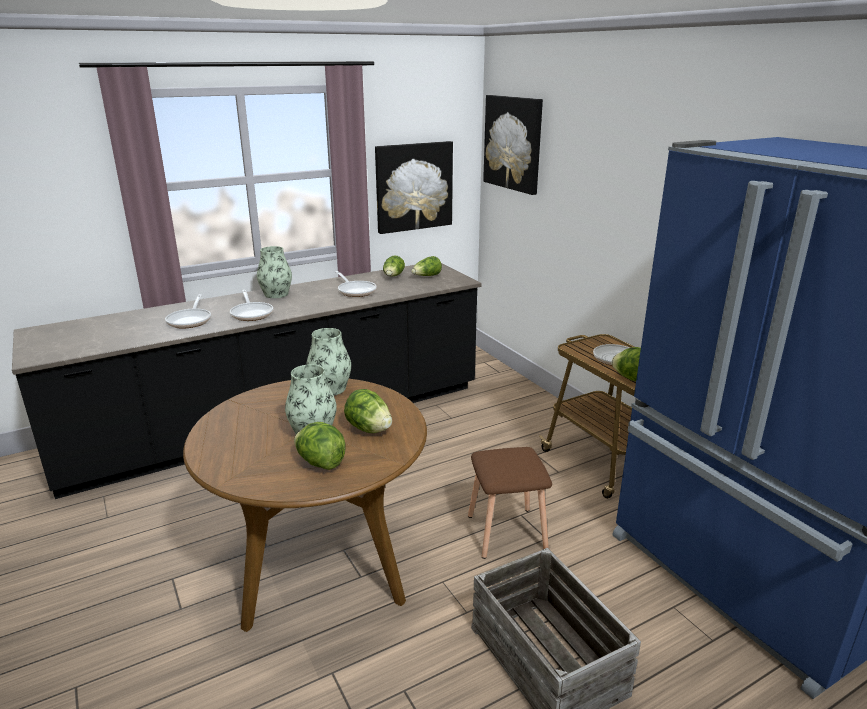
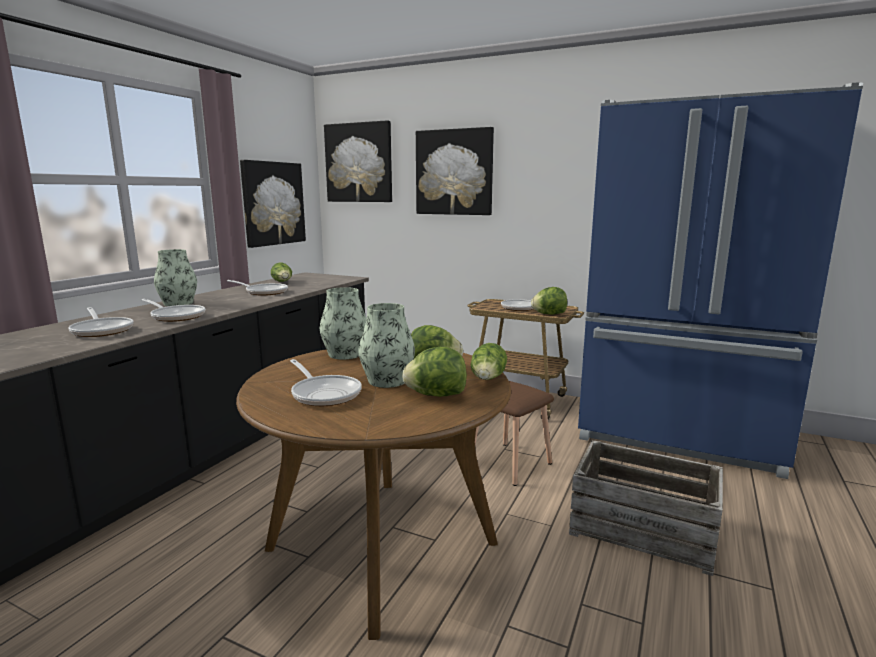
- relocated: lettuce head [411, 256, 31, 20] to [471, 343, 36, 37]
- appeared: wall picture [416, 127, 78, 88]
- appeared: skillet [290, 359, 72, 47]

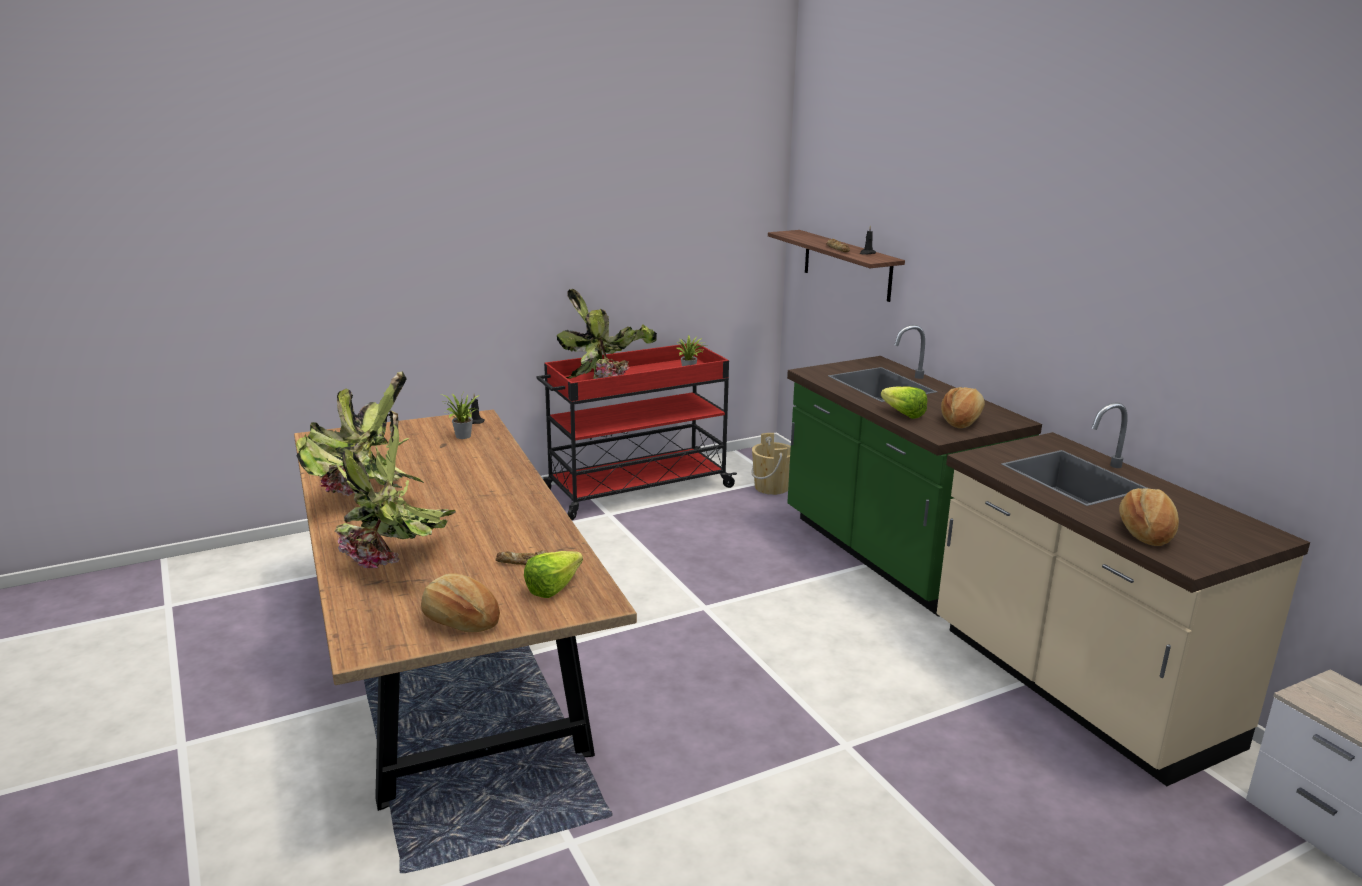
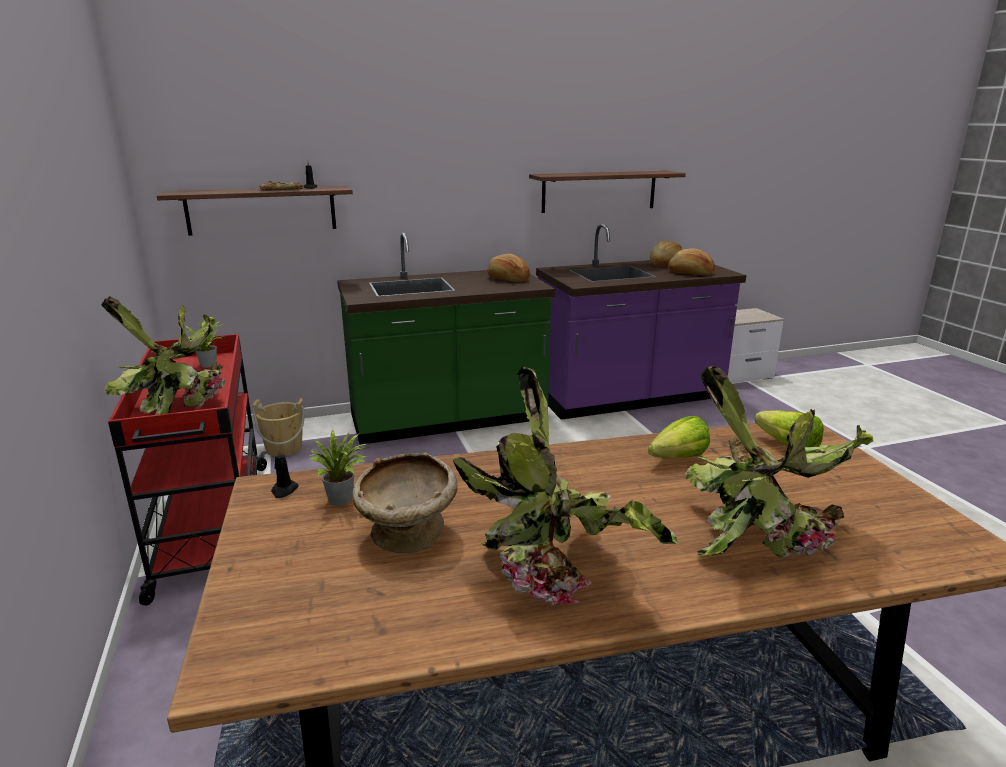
- relocated: lettuce head [881, 387, 46, 32] to [648, 416, 62, 42]
- colour: beige kitchen base unit [937, 402, 373, 384] to purplish kitchen base unit [536, 224, 210, 196]
- relocated: baked bread [421, 573, 79, 59] to [650, 241, 32, 25]
- appeared: bracket shelf [529, 171, 157, 42]
- appeared: beige serving bowl [352, 452, 106, 102]

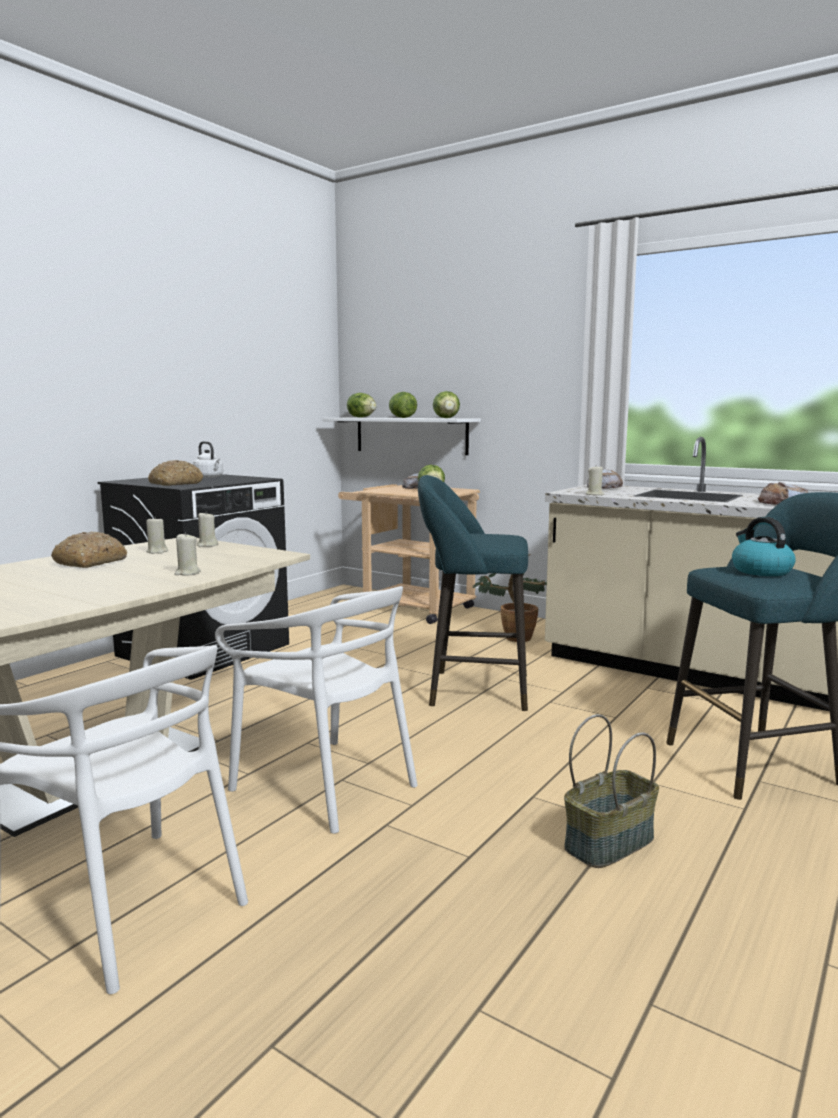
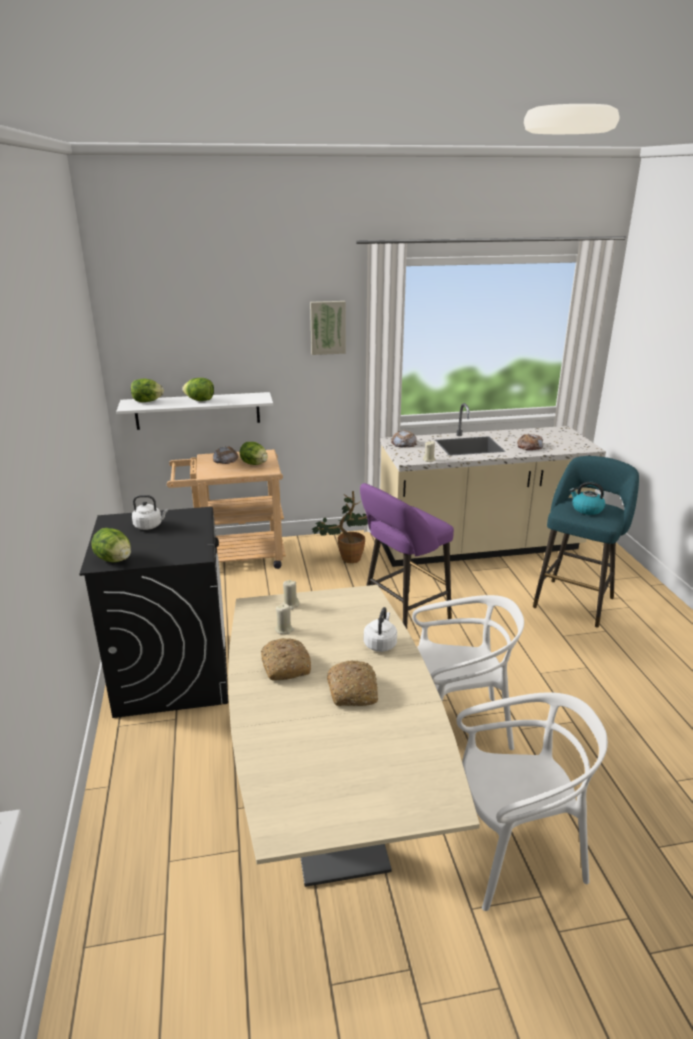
- relocated: lettuce head [433, 391, 27, 27] to [91, 528, 40, 34]
- relocated: baked bread [148, 460, 55, 26] to [327, 660, 51, 46]
- colour: turquoise-coloured stool [418, 475, 110, 236] to purplish stool [360, 483, 94, 146]
- exchanged: beige wax light [174, 532, 27, 44] to white water kettle [364, 607, 33, 45]
- missing: basket [564, 714, 95, 154]
- appeared: wall picture [310, 301, 36, 54]

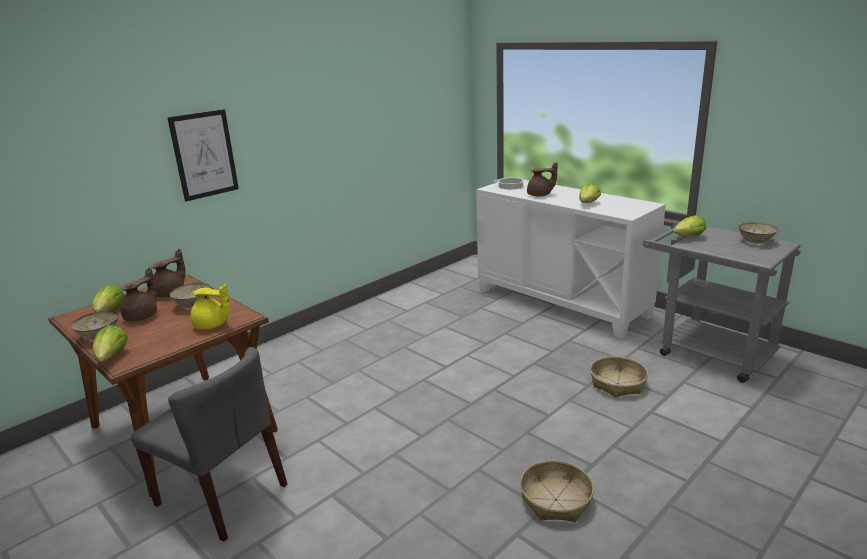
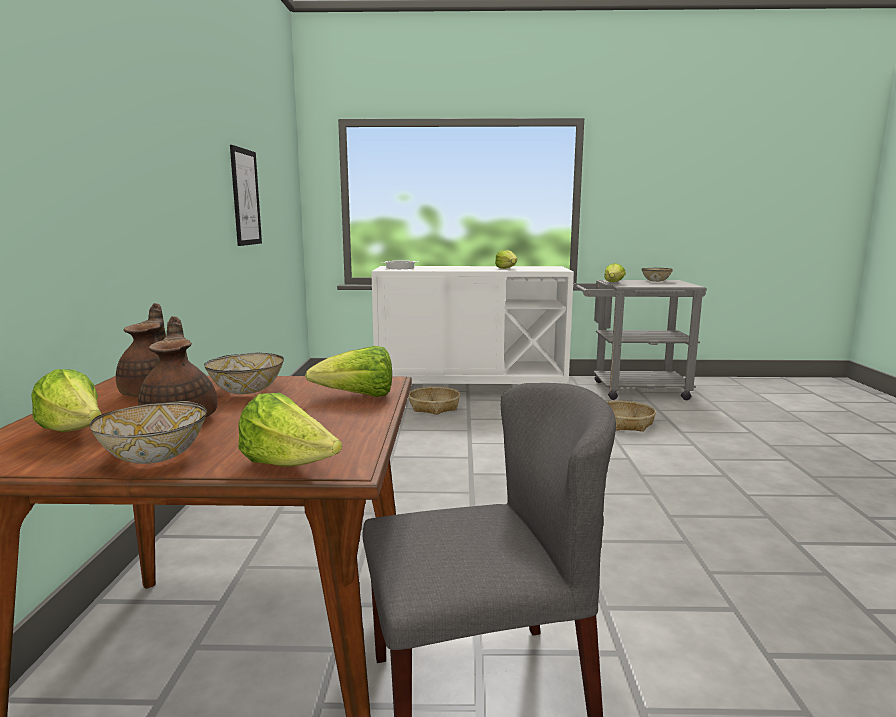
- relocated: wall picture [167, 109, 72, 93] to [230, 145, 32, 101]
- missing: brownish tea pot [527, 162, 30, 34]
- exchanged: yellowish tea pot [190, 284, 40, 45] to lettuce head [305, 346, 87, 51]
- relocated: basket [520, 461, 74, 61] to [408, 387, 52, 28]

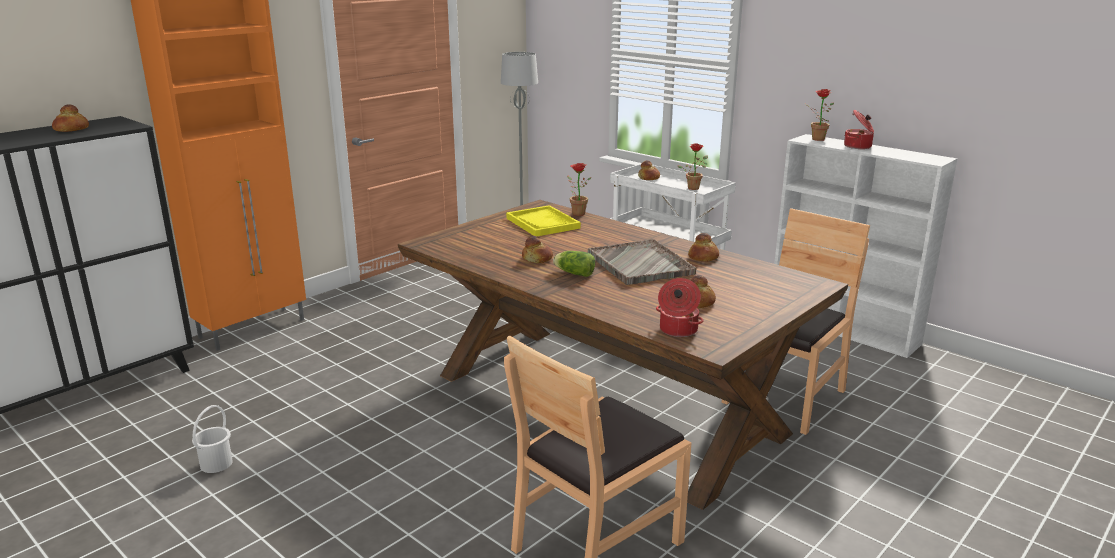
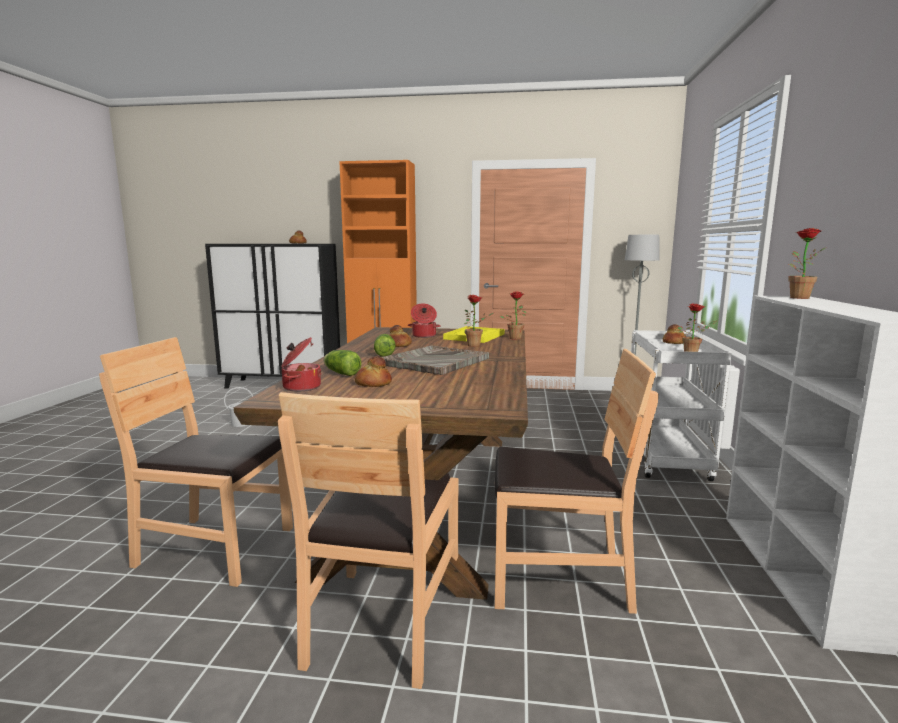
- relocated: saucepot [844, 110, 30, 39] to [408, 303, 33, 35]
- missing: baked bread [688, 233, 31, 29]
- appeared: potted plant [464, 295, 30, 52]
- appeared: lettuce head [323, 350, 38, 26]
- appeared: brownish chair [278, 392, 181, 297]

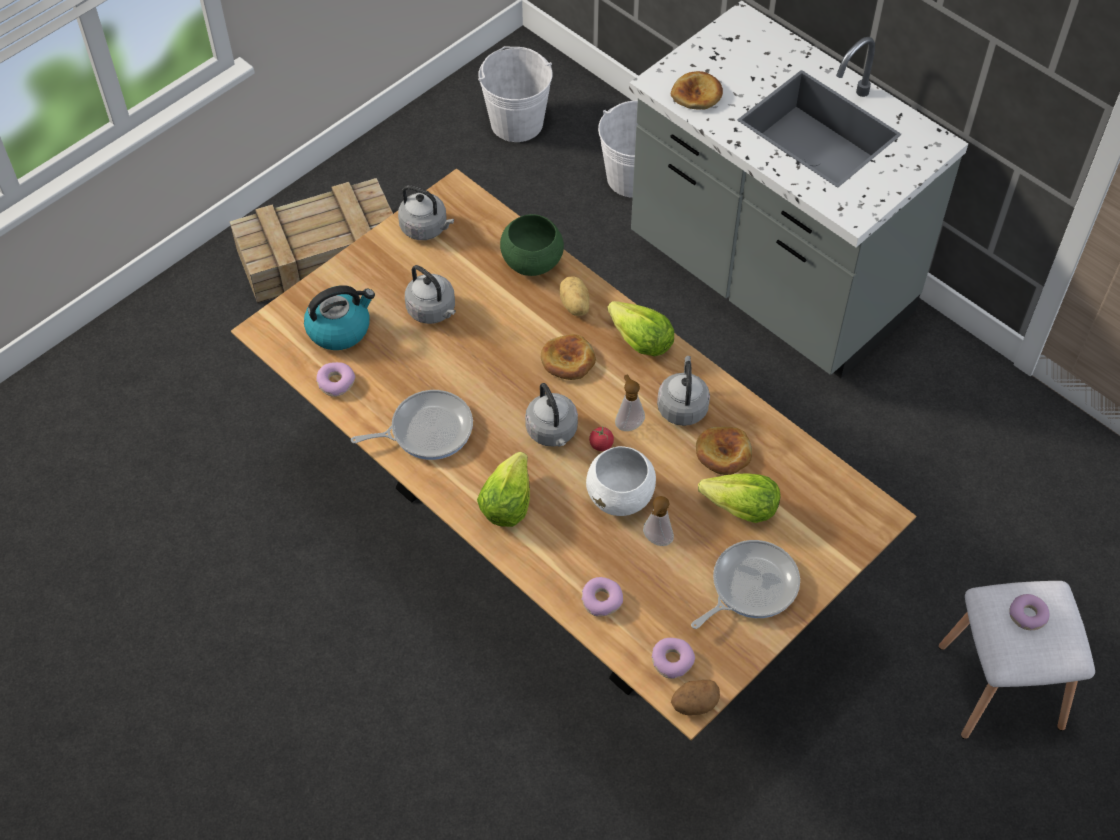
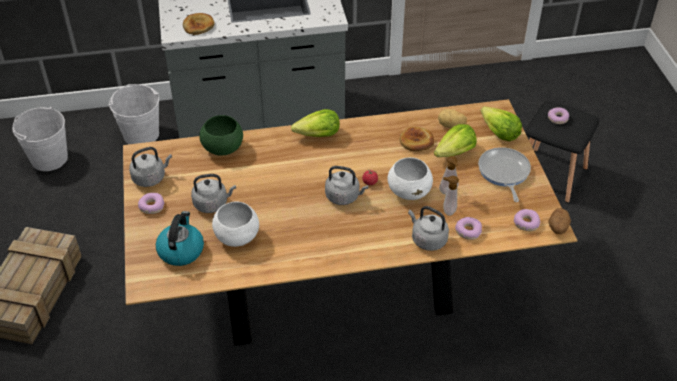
- relocated: whole potato [559, 276, 30, 40] to [438, 109, 29, 19]
- missing: baked bread [541, 334, 55, 46]
- relocated: greyish water kettle [657, 356, 53, 70] to [408, 206, 41, 45]
- relocated: ring doughnut [316, 362, 39, 35] to [138, 193, 26, 21]
- relocated: soap bottle [615, 375, 30, 56] to [443, 176, 16, 40]
- missing: skillet [351, 390, 122, 70]
- relocated: lettuce head [477, 452, 53, 75] to [481, 106, 41, 35]
- colour: white stool [939, 581, 156, 158] to blackish stool [526, 101, 73, 102]
- appeared: white serving bowl [212, 201, 47, 46]

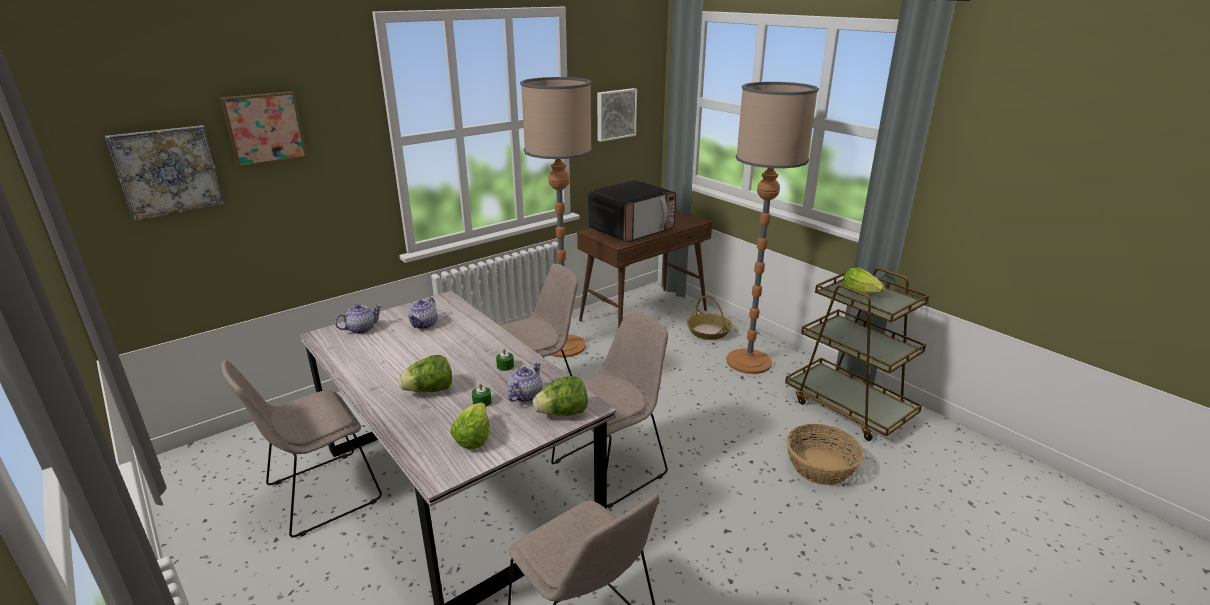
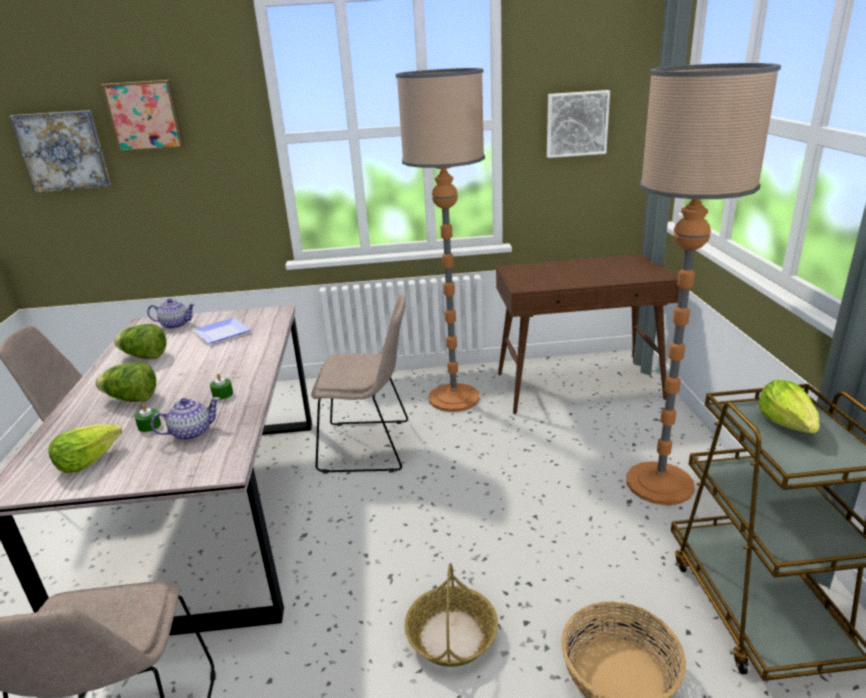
- missing: kitchen microwave [588, 180, 88, 62]
- relocated: basket [687, 295, 45, 45] to [405, 563, 93, 104]
- exchanged: tea pot [408, 297, 29, 32] to flat dish [193, 317, 58, 27]
- missing: beige chair [551, 311, 117, 198]
- relocated: lettuce head [533, 376, 55, 40] to [114, 324, 53, 35]

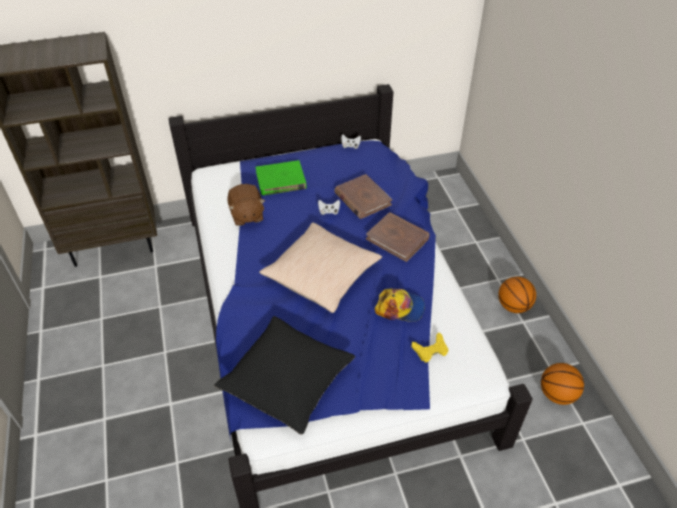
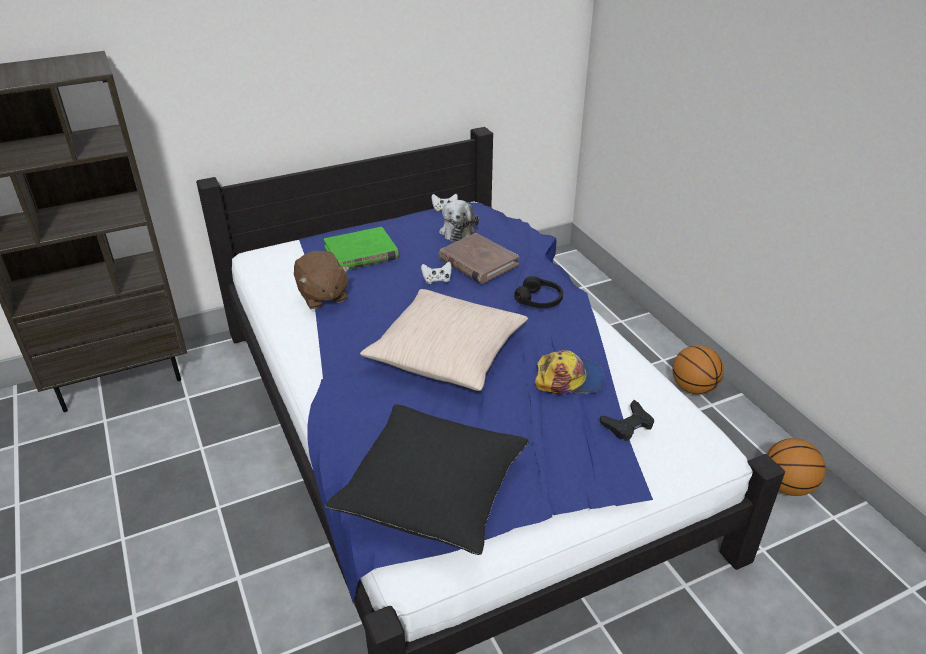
- exchanged: brownish volume [366, 212, 64, 50] to blackish headset [514, 276, 49, 32]
- colour: yellowish gamepad [411, 333, 37, 29] to blackish gamepad [600, 400, 54, 41]
- appeared: plush toy [439, 200, 40, 42]

